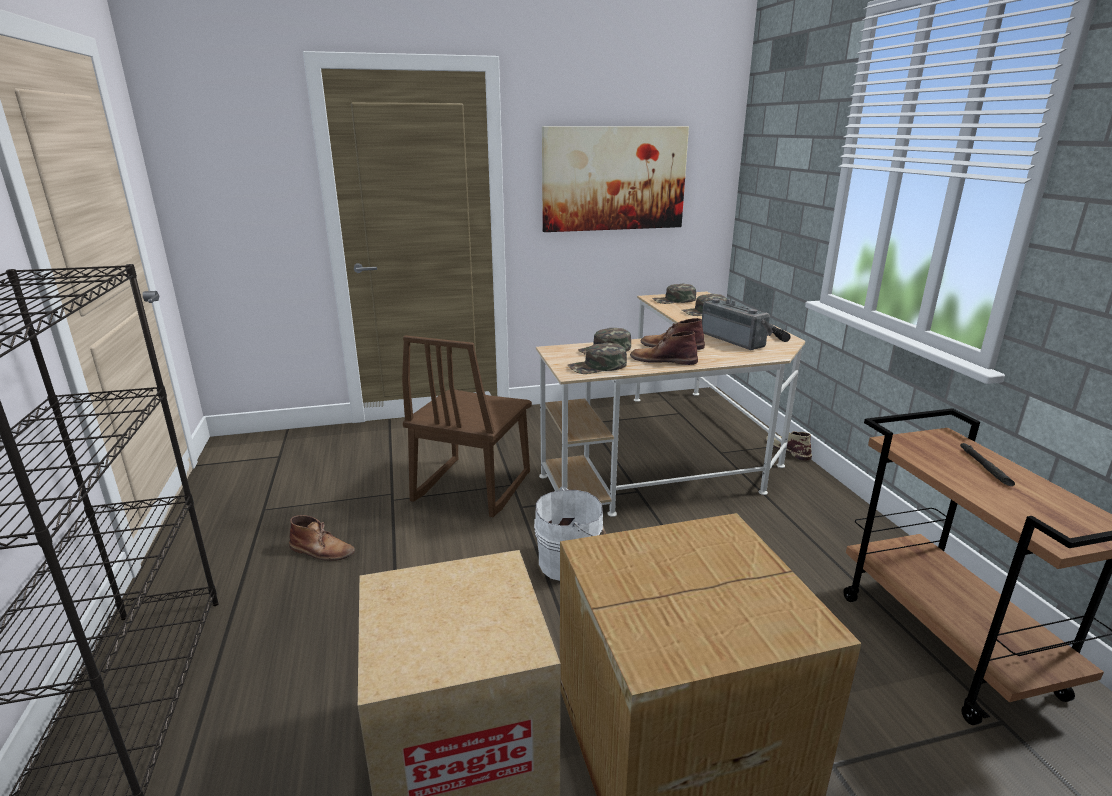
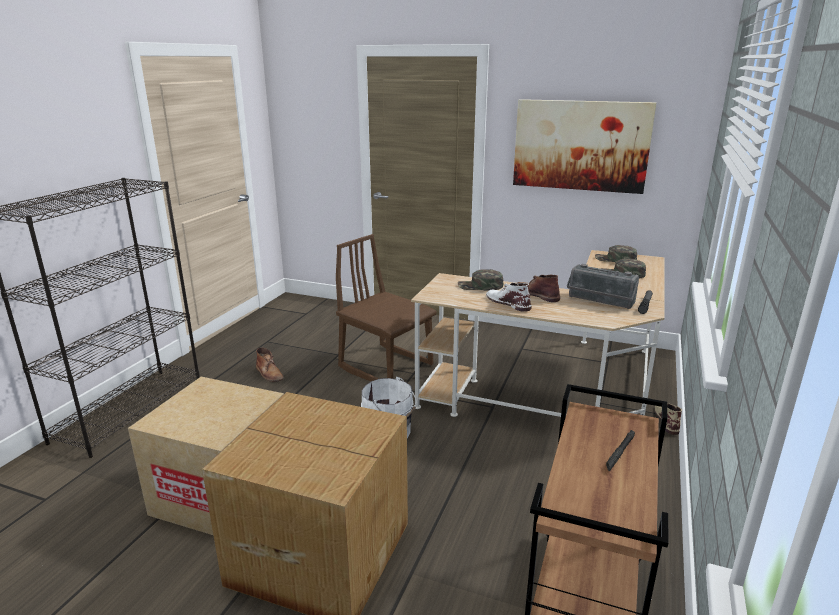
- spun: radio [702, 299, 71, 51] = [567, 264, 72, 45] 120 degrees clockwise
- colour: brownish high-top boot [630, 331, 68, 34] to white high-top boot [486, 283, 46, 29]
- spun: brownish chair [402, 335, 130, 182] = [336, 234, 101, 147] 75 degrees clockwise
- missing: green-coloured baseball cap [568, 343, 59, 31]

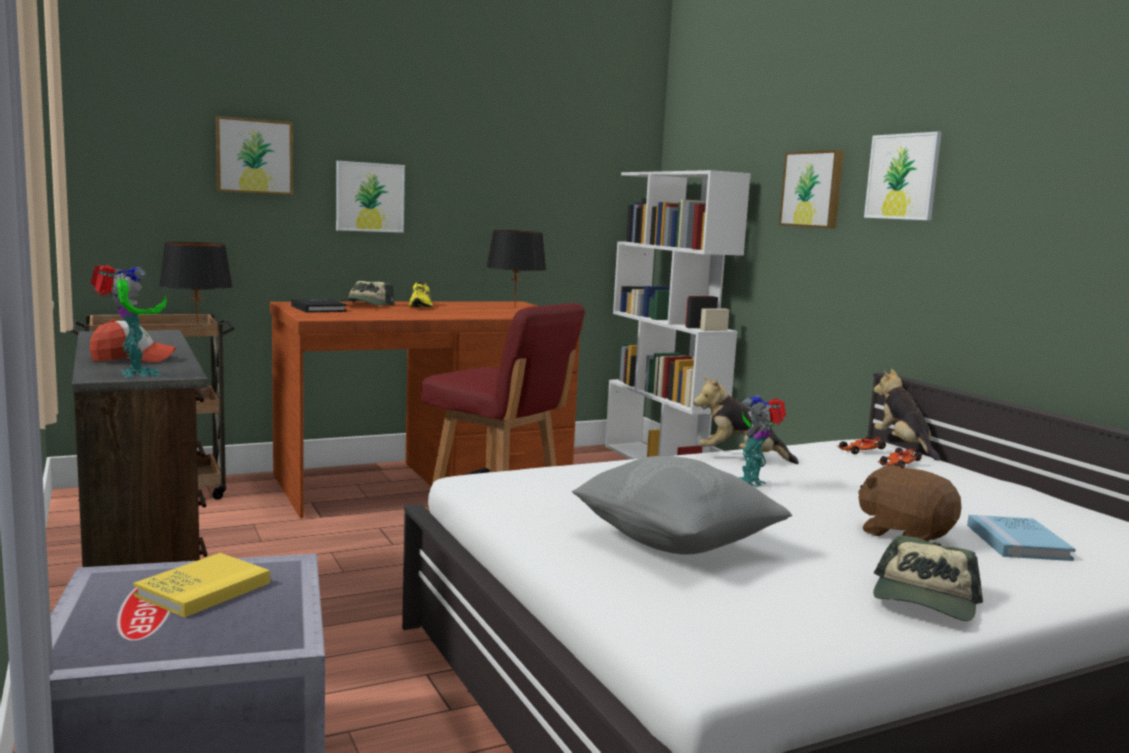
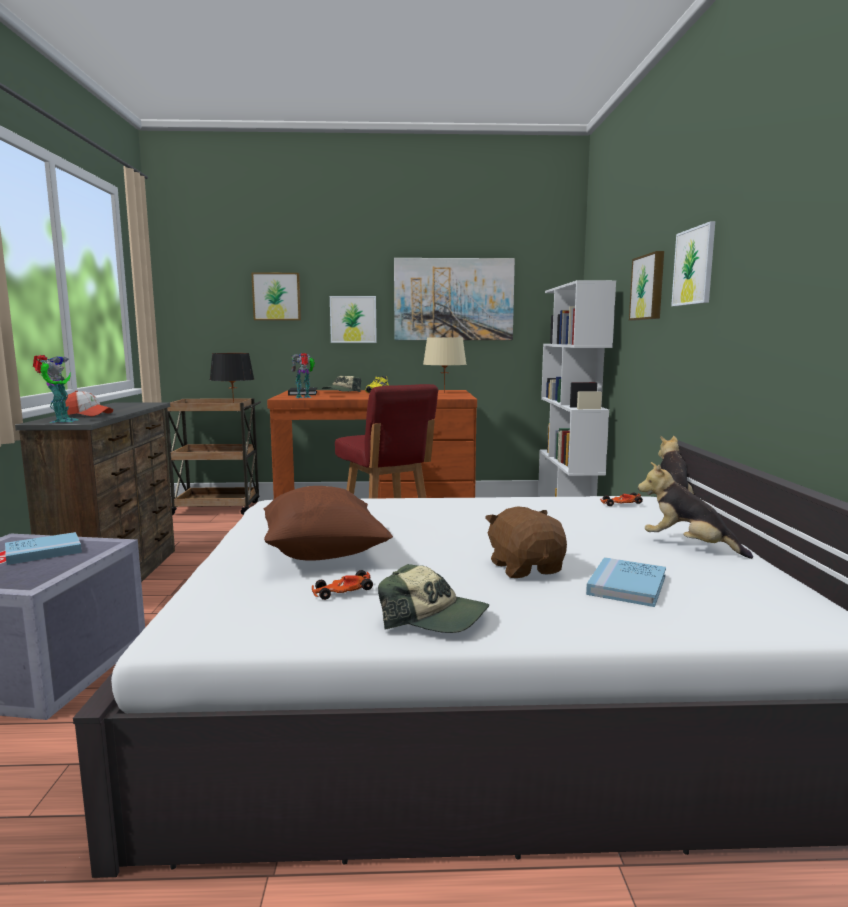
- colour: blackish lamp for a table [486, 230, 61, 78] to beige lamp for a table [423, 337, 44, 56]
- relocated: plush toy [693, 376, 106, 88] to [638, 462, 115, 97]
- relocated: robot figure [739, 395, 47, 92] to [292, 353, 23, 45]
- relocated: model car [878, 448, 44, 20] to [312, 570, 61, 30]
- colour: greyish pillow [572, 456, 220, 99] to brownish pillow [264, 486, 129, 75]
- spun: baseball cap [873, 536, 110, 85] = [378, 564, 111, 69] 120 degrees counterclockwise
- colour: yellowish volume [134, 553, 136, 65] to blue volume [5, 532, 77, 33]
- appeared: wall picture [394, 258, 121, 82]

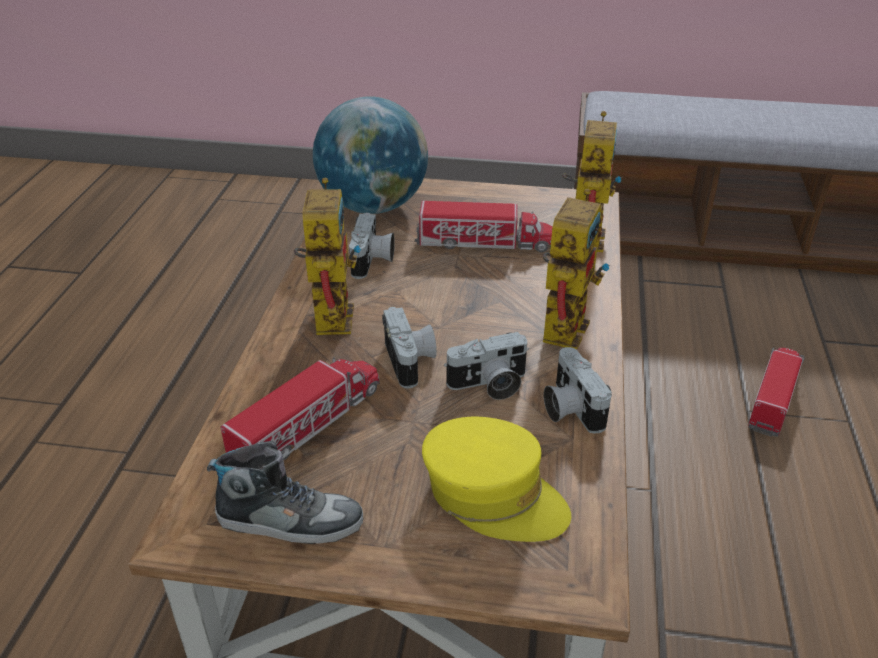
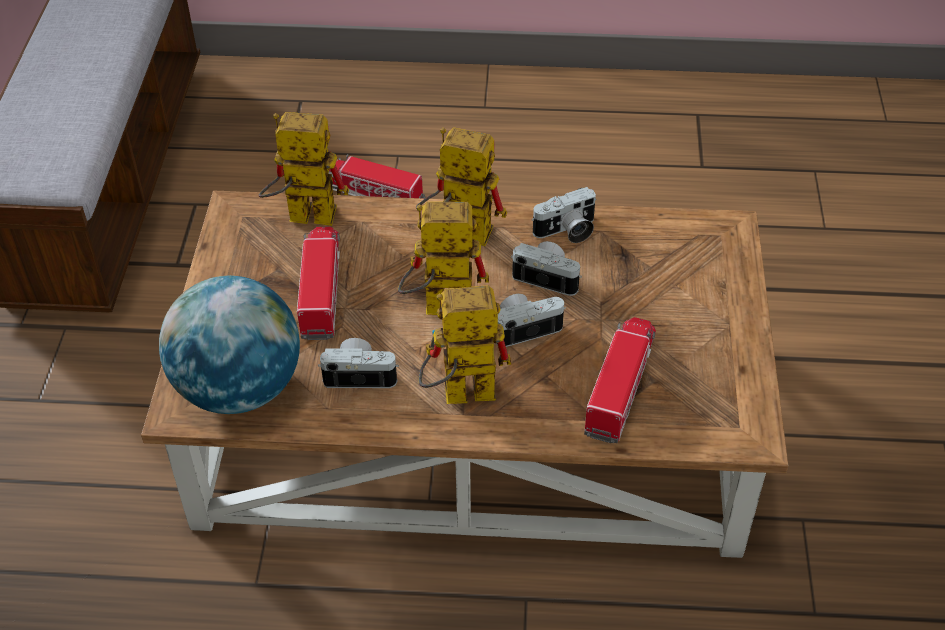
- spun: still camera [444, 332, 85, 68] = [511, 241, 71, 55] 45 degrees counterclockwise
- spun: toy truck [221, 357, 159, 103] = [584, 317, 72, 126] 75 degrees clockwise
- missing: yellowish baseball cap [422, 417, 149, 125]
- missing: low shoe [207, 441, 157, 103]
- appeared: robot figure [398, 202, 91, 113]

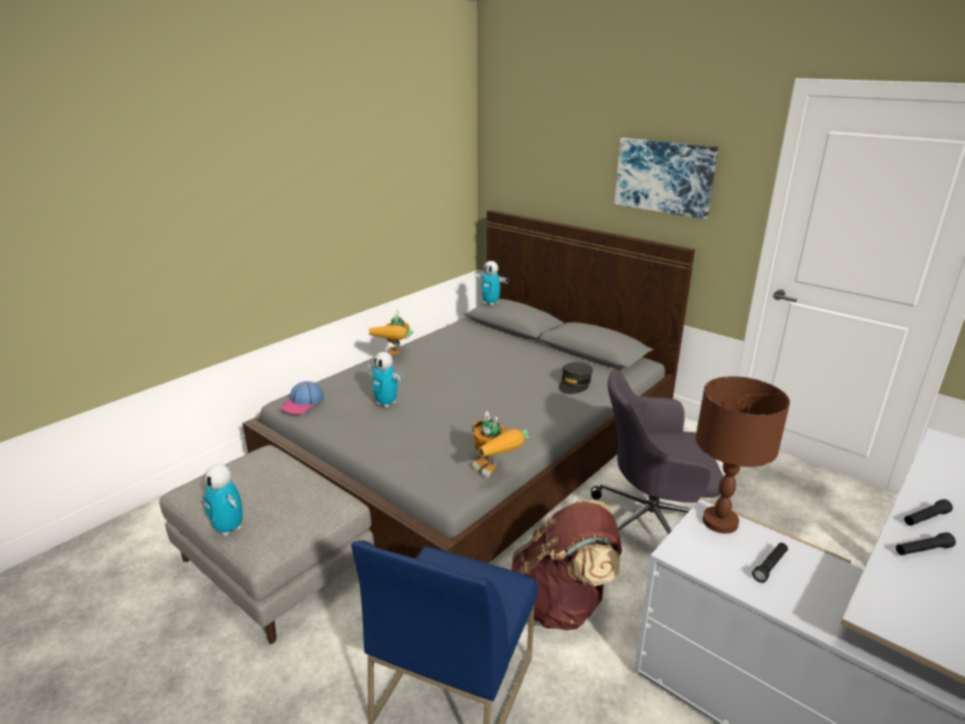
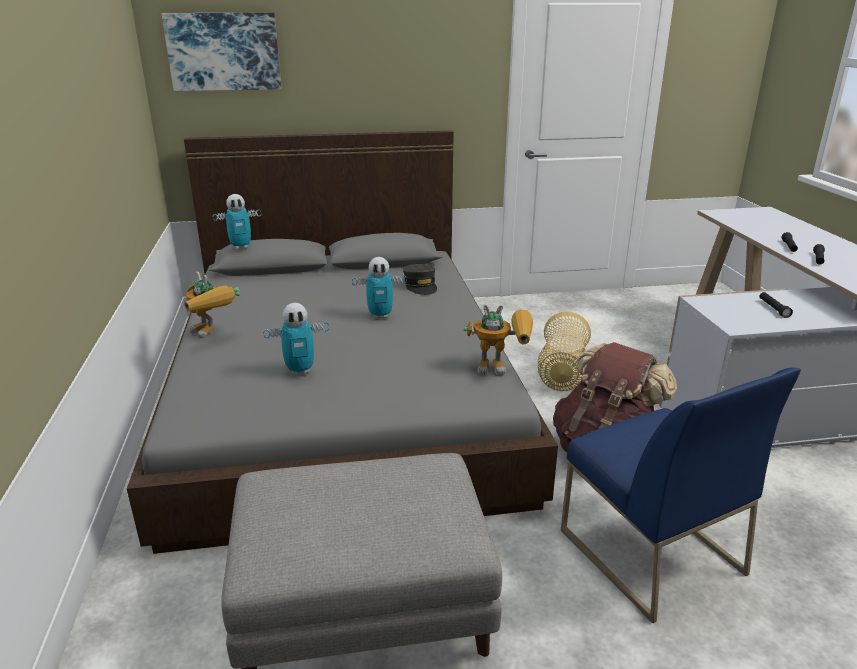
- relocated: wall picture [615, 138, 103, 81] to [161, 13, 120, 78]
- exchanged: greyish desk chair [591, 370, 132, 164] to basket [538, 312, 53, 79]
- missing: brownish lamp for a table [695, 376, 95, 158]
- missing: baseball cap [280, 381, 43, 33]
- relocated: robot figure [203, 464, 39, 72] to [352, 257, 55, 62]

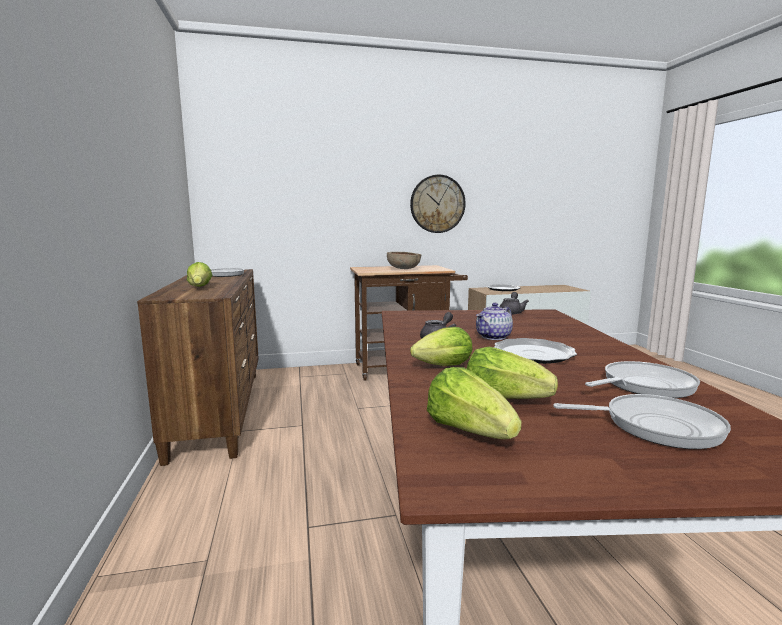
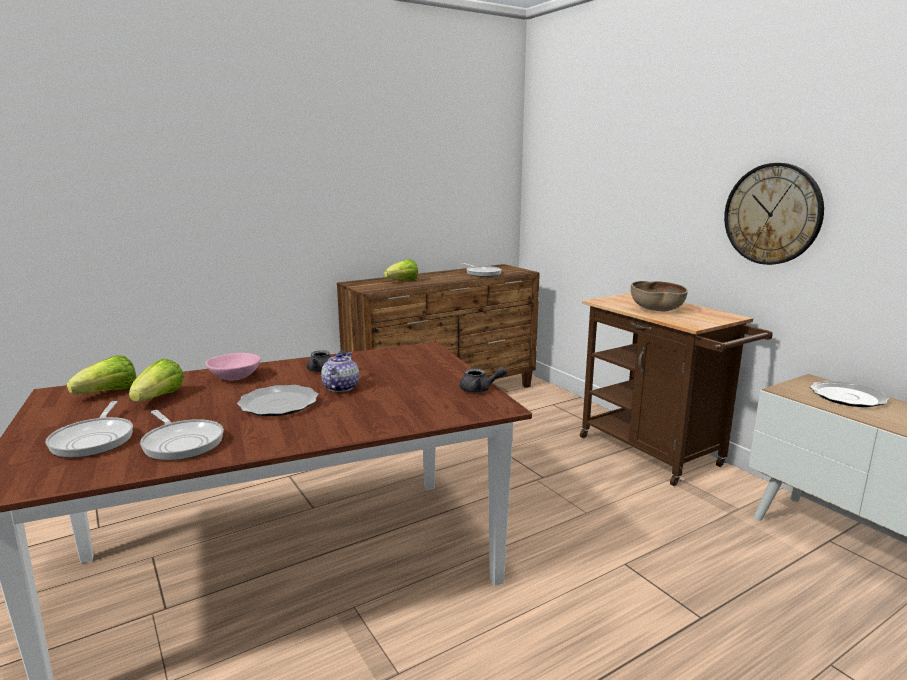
- spun: tea pot [476, 303, 37, 37] = [321, 352, 38, 40] 75 degrees clockwise
- exchanged: lettuce head [410, 327, 62, 39] to pinkish serving bowl [206, 353, 55, 28]

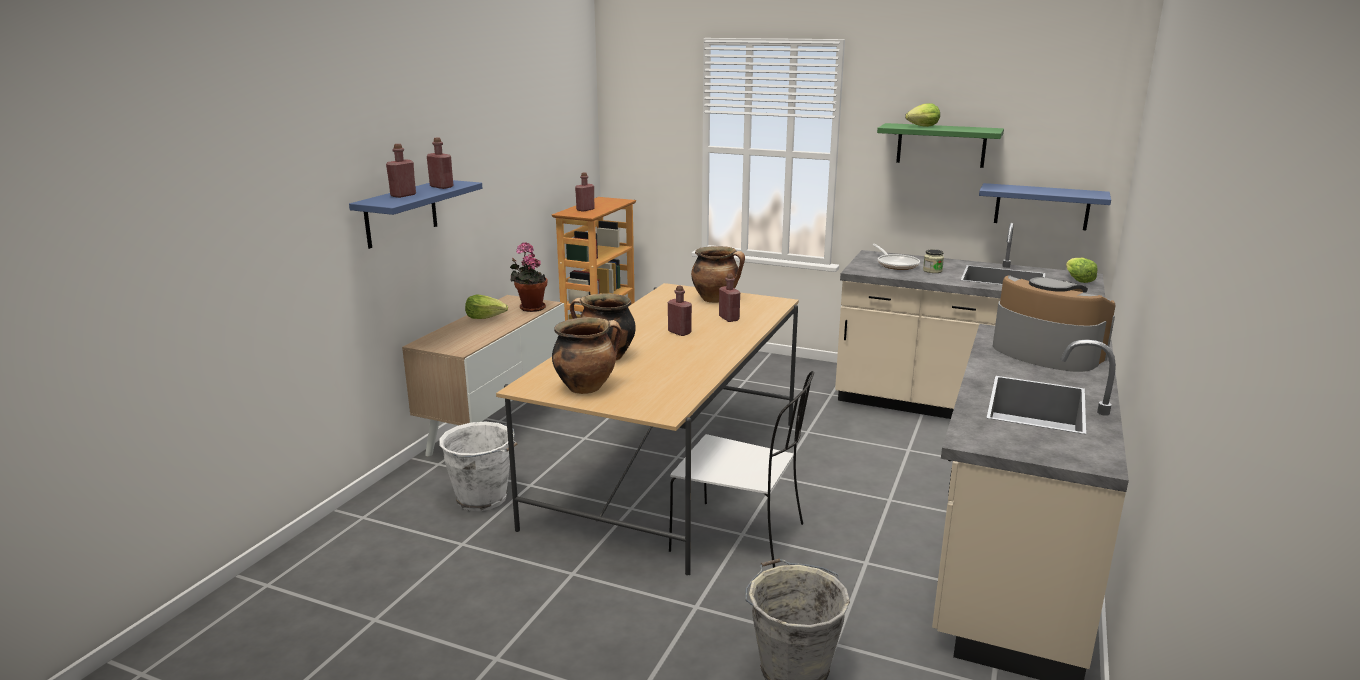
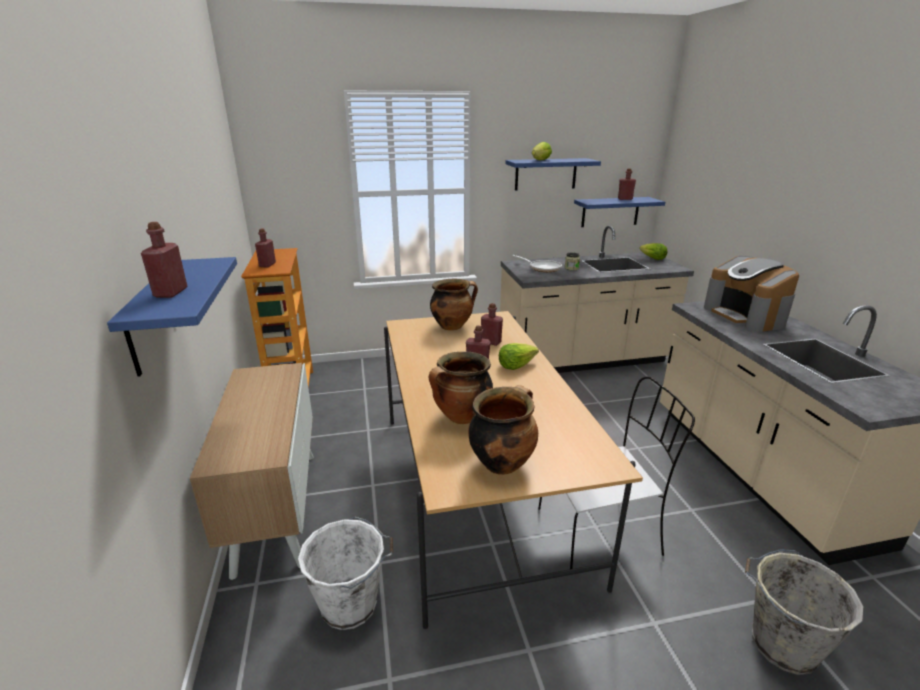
- colour: green-coloured bracket shelf [877, 123, 127, 45] to blue bracket shelf [506, 158, 95, 32]
- relocated: red-coloured bottle [427, 137, 26, 52] to [618, 168, 18, 32]
- missing: potted plant [510, 242, 38, 70]
- spun: coffee brewer [993, 275, 123, 97] = [704, 256, 95, 76] 120 degrees counterclockwise
- relocated: lettuce head [465, 295, 43, 24] to [499, 343, 40, 27]

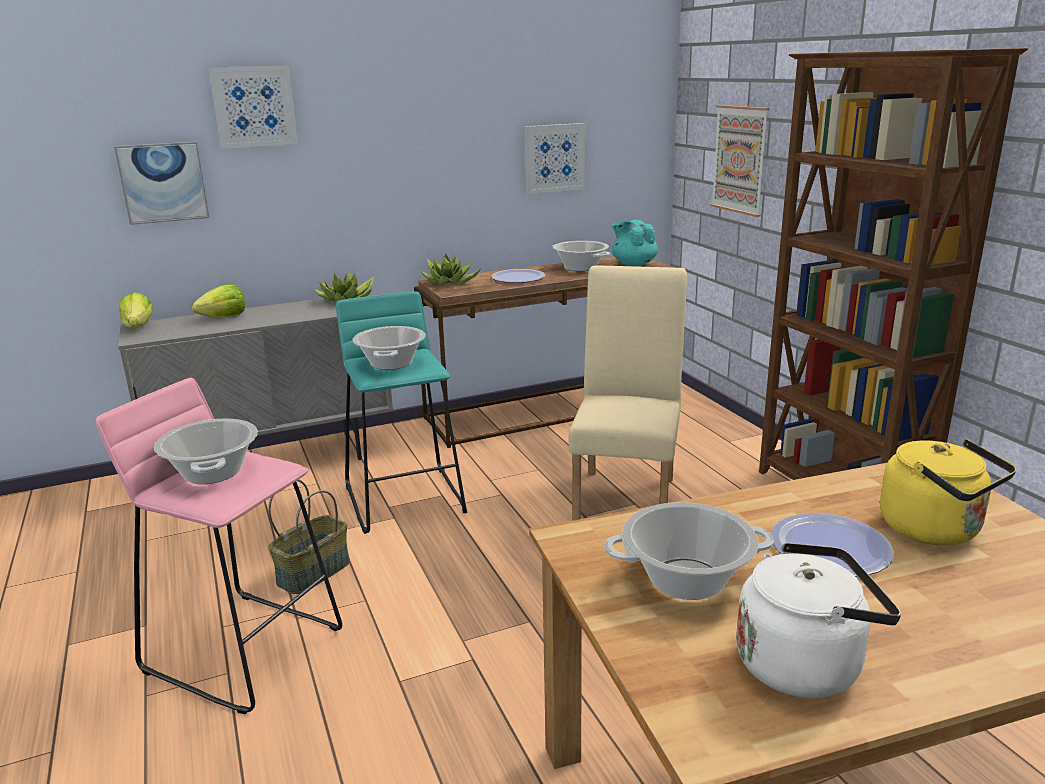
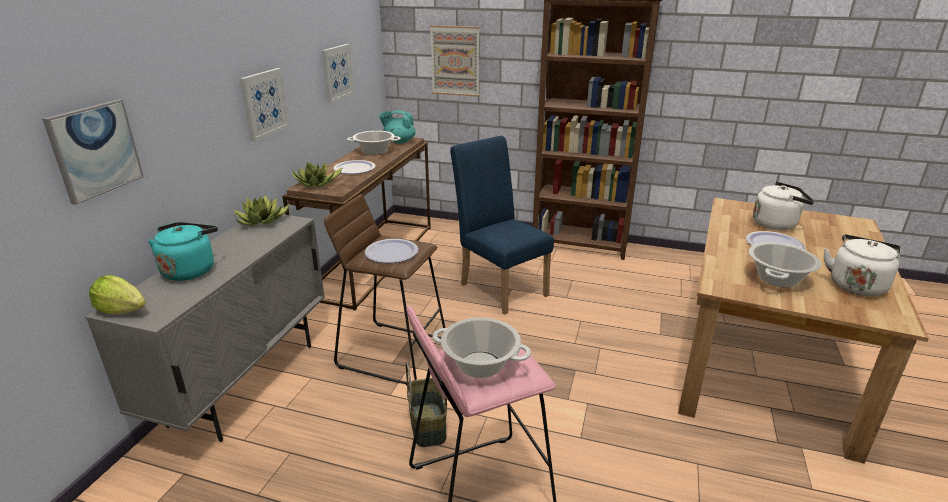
- relocated: wall picture [209, 65, 89, 84] to [239, 68, 51, 74]
- colour: beige chair [569, 265, 118, 256] to blue chair [450, 136, 104, 179]
- exchanged: lettuce head [192, 284, 53, 33] to turquoise-coloured water kettle [148, 222, 70, 59]
- colour: turquoise-coloured stool [336, 291, 131, 243] to brownish stool [324, 194, 121, 191]
- exchanged: saucepot [352, 326, 74, 44] to flat dish [365, 239, 53, 24]
- colour: yellowish water kettle [880, 439, 136, 107] to white water kettle [753, 182, 61, 48]

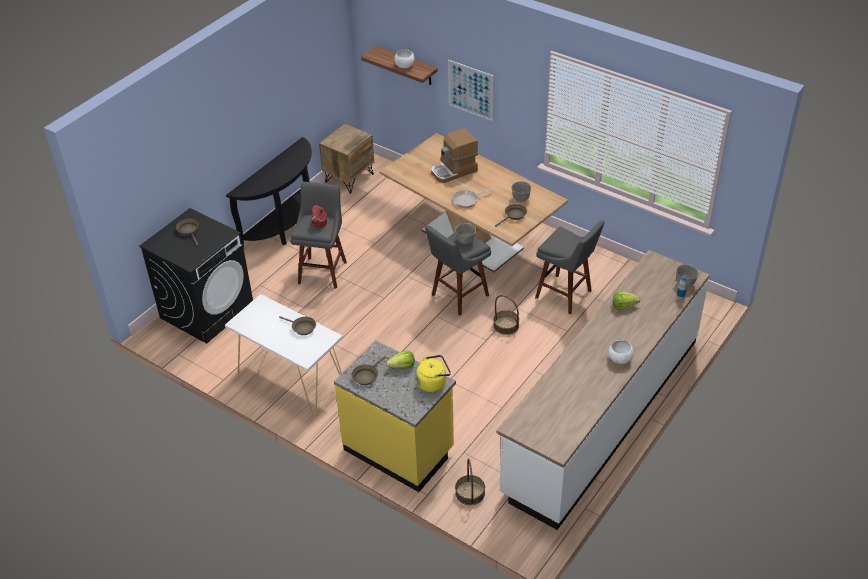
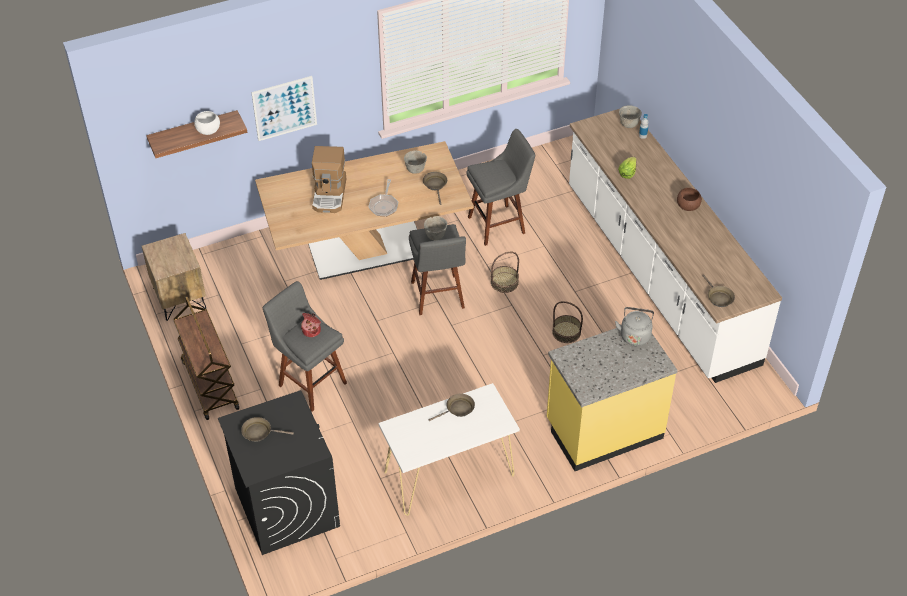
- exchanged: blackish console table [226, 137, 86, 111] to brownish wheeled cart [173, 297, 66, 123]
- colour: white serving bowl [609, 340, 25, 24] to brownish serving bowl [677, 188, 25, 23]
- missing: lettuce head [386, 351, 29, 18]
- colour: yellowish water kettle [416, 355, 35, 38] to greyish water kettle [615, 307, 39, 39]
- relocated: brownish skillet [352, 356, 34, 29] to [703, 275, 32, 32]
- relocated: basket [455, 458, 30, 47] to [552, 301, 31, 42]

